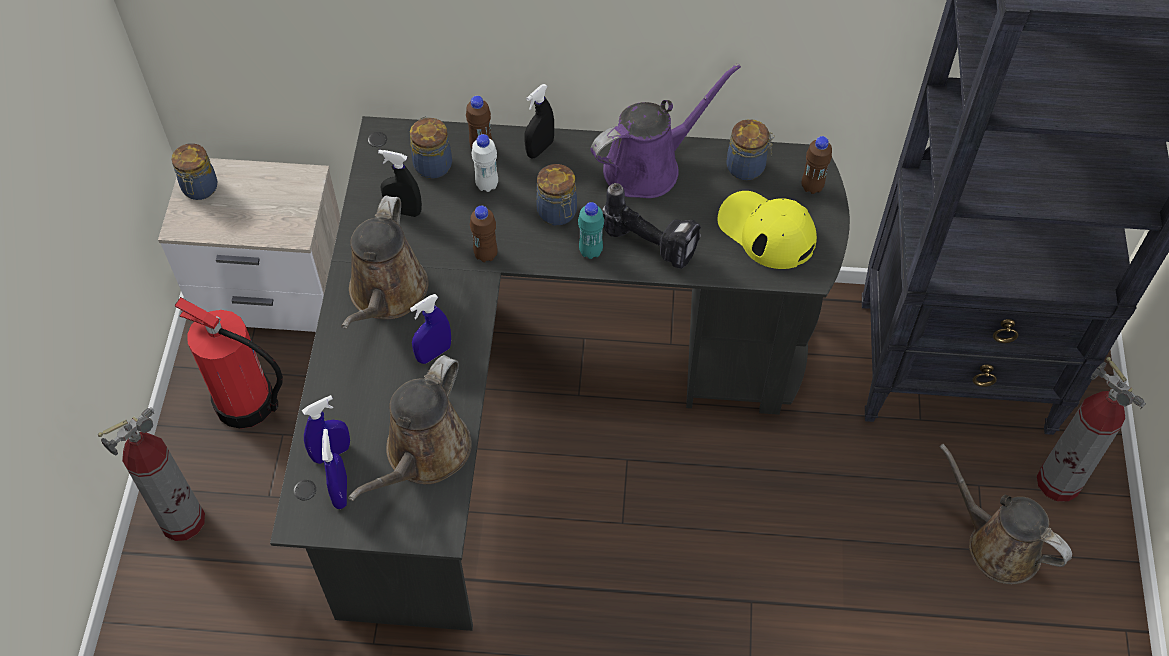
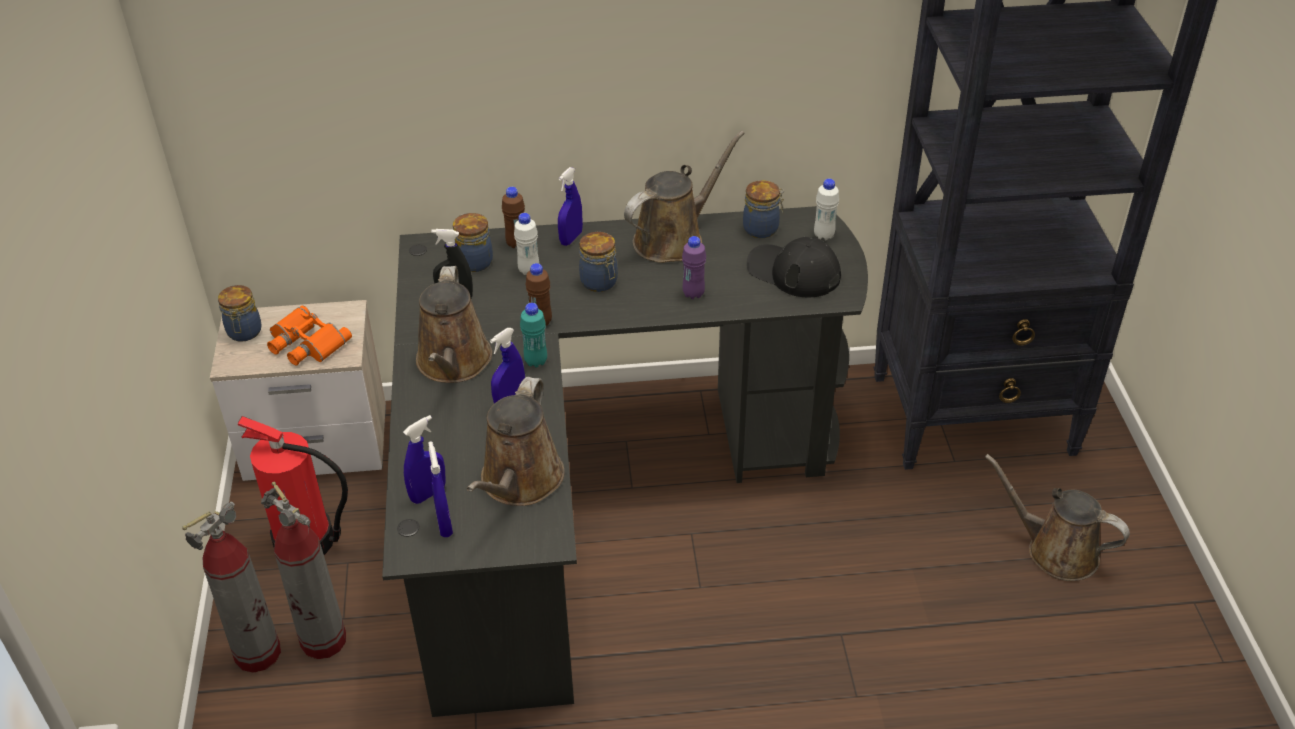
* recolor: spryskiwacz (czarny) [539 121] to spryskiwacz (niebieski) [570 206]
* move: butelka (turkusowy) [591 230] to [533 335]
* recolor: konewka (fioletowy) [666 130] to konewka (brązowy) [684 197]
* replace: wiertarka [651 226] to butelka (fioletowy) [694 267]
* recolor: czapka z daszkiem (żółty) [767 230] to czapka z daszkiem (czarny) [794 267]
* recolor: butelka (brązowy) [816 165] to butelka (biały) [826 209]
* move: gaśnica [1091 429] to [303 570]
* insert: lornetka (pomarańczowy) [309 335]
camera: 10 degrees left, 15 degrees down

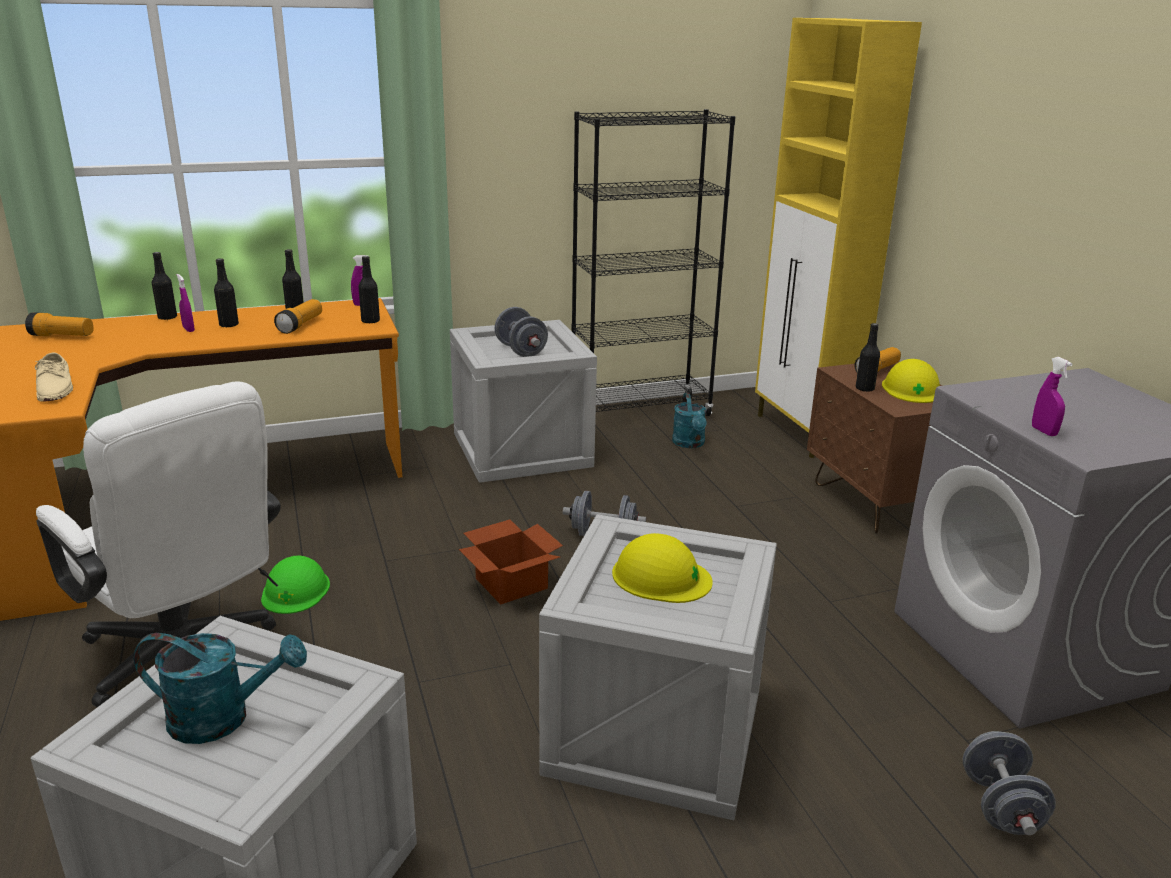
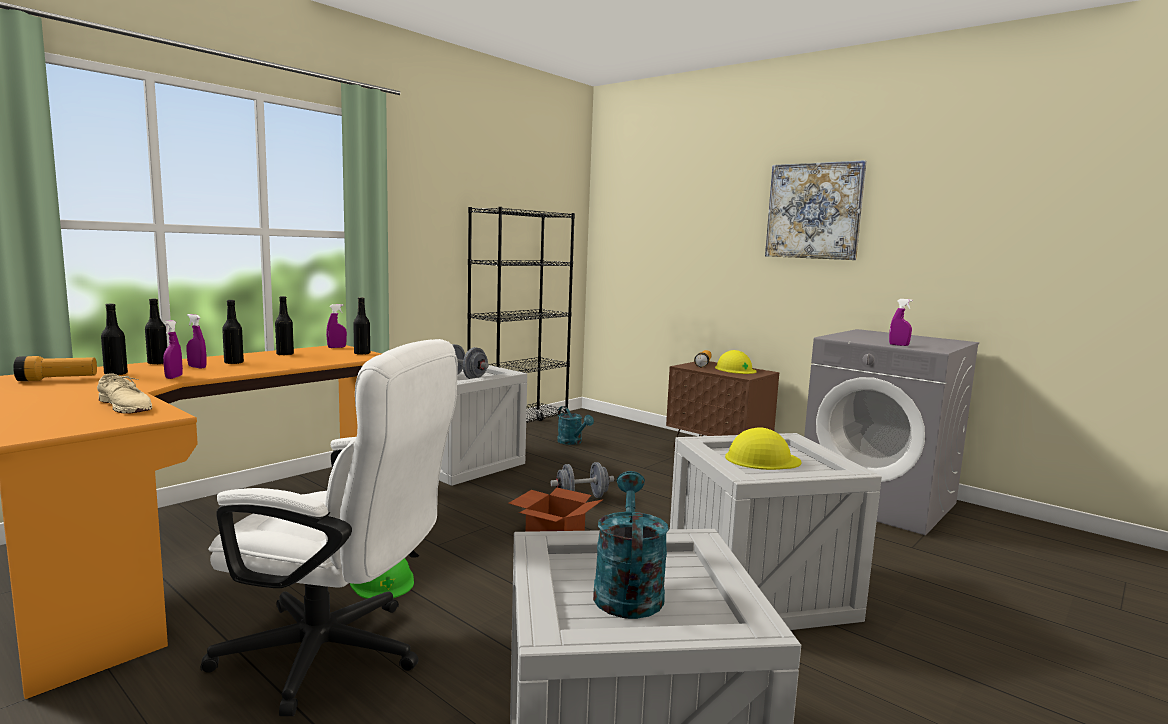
* rotate: konewka (turkusowy) [220 688] = [631 545] 60 degrees counterclockwise
* delete: latarka [298 316]
* delete: szafka (żółty) [838 238]
* move: butelka (czarny) [868 357] to [114 339]
* delete: hantel (szary) [1009 783]
* insert: spryskiwacz (fioletowy) [173 349]
* insert: obraz [816 210]
camera: 30 degrees left, 15 degrees down

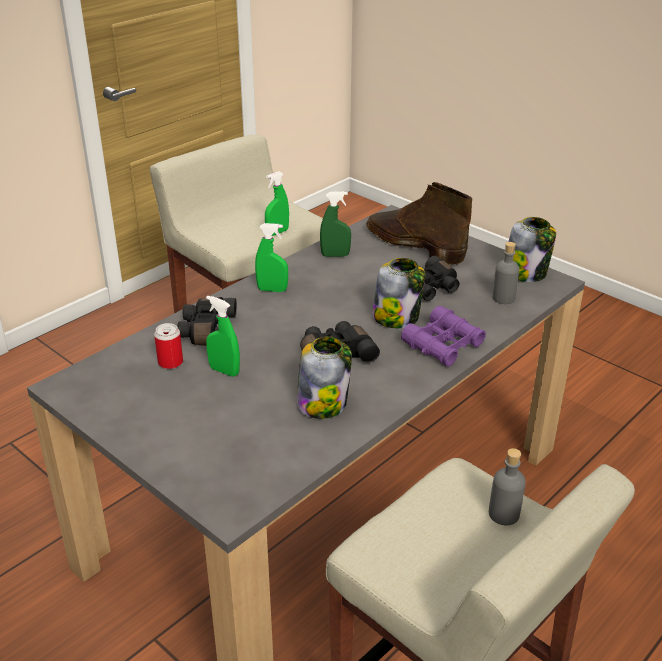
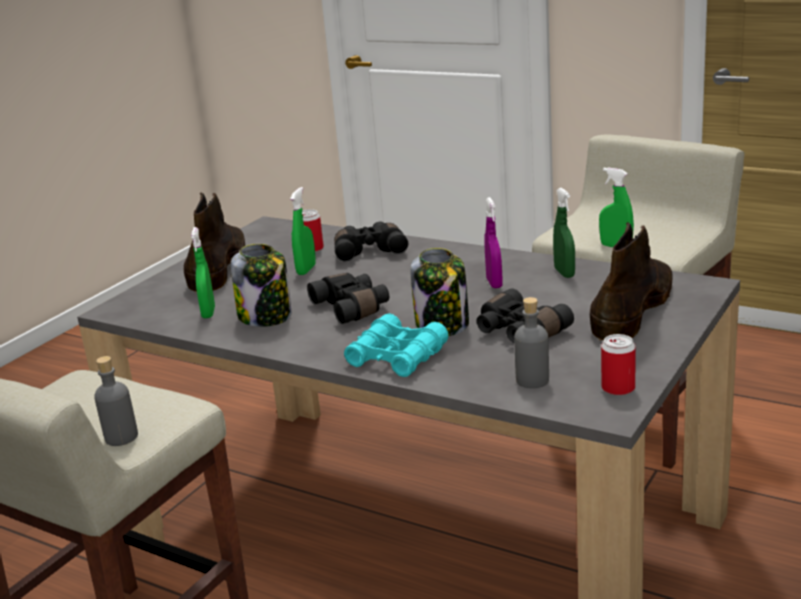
* move: spryskiwacz (zielony) [271 257] to [203 272]
* recolor: lornetka (fioletowy) [443 336] to lornetka (turkusowy) [396 345]
* replace: słoik [532 249] to puszka [618 365]
* insert: but z cholewką (brązowy) [214 243]
* insert: spryskiwacz (fioletowy) [494 242]
camera: 80 degrees right, 10 degrees down

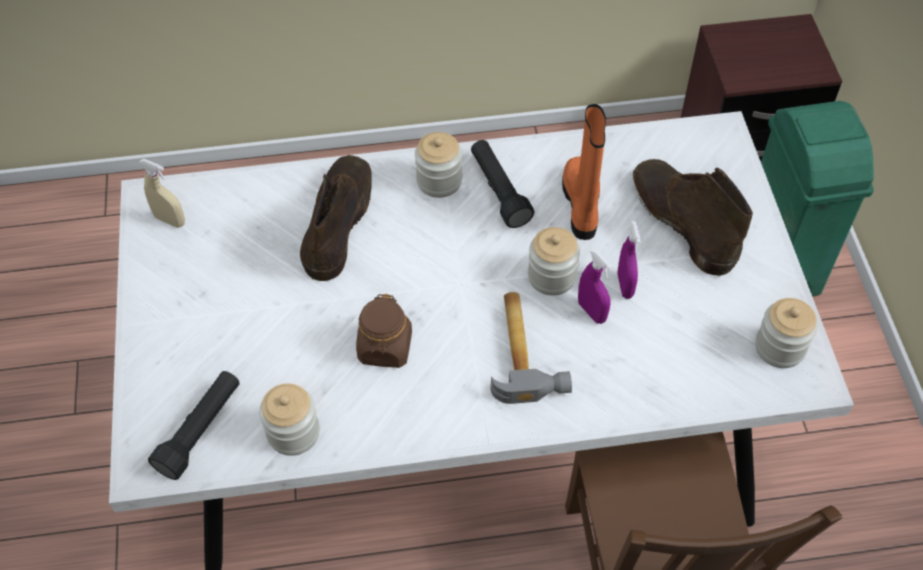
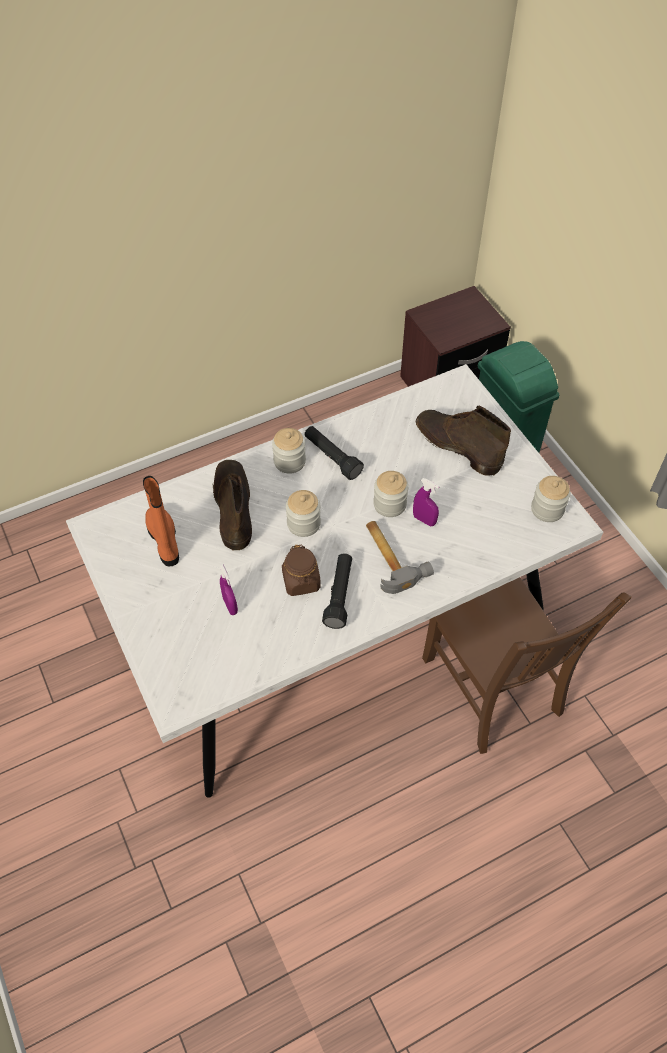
* delete: spryskiwacz (beżowy) [162 193]
* move: latarka (czarny) [193 425] to [337 591]
* move: słoik [289 419] to [303 513]
* move: but z cholewką (pomarańczowy) [584 172] to [161 521]
* move: spryskiwacz (fioletowy) [629 260] to [229 589]
camera: 20 degrees left, 0 degrees up

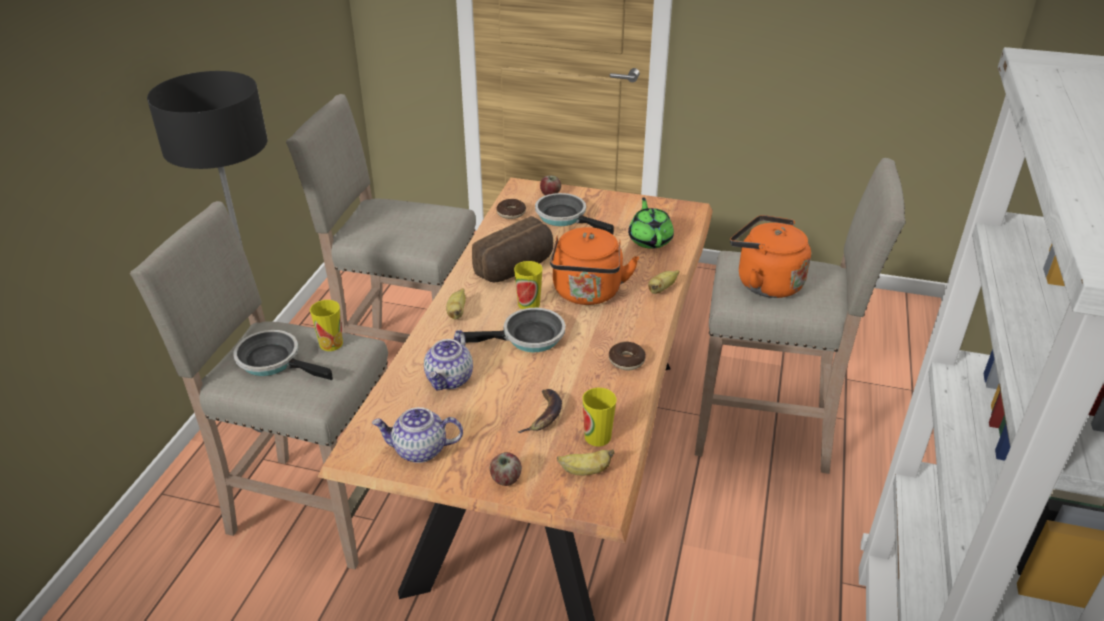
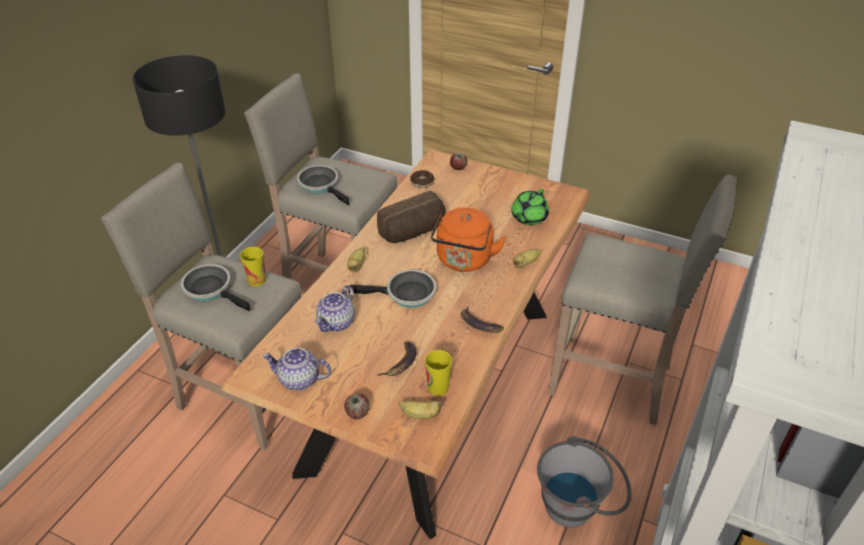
* delete: filiżanka [528 285]
* move: patelnia [574 214] to [323 185]
* replace: donut [627 356] to banan [482 320]
* rotate: imbryk (zielony) [651 223] = [530 206] 150 degrees counterclockwise
* delete: czajnik (pomarańczowy) [770 256]
* insert: wiadro (szary) [584 482]
camera: 10 degrees right, 5 degrees up

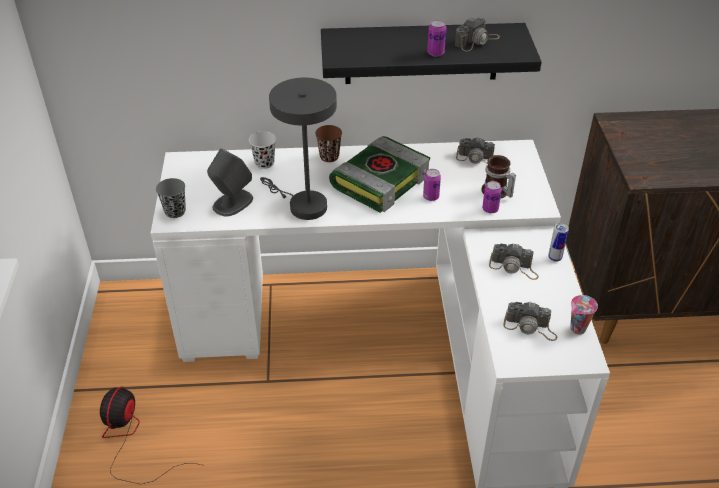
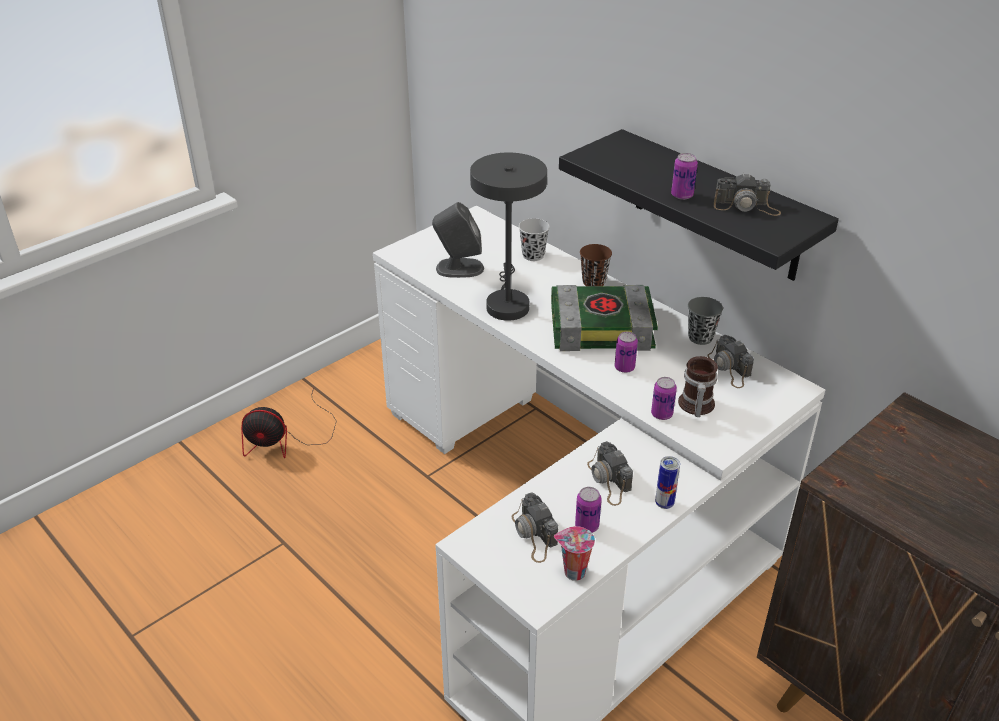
* rotate: wentylator [150 435] = [289 423] 150 degrees counterclockwise
* move: filiżanka (szary) [171 198] to [705 321]
* insert: puszka [588 510]
camera: 50 degrees right, 5 degrees down

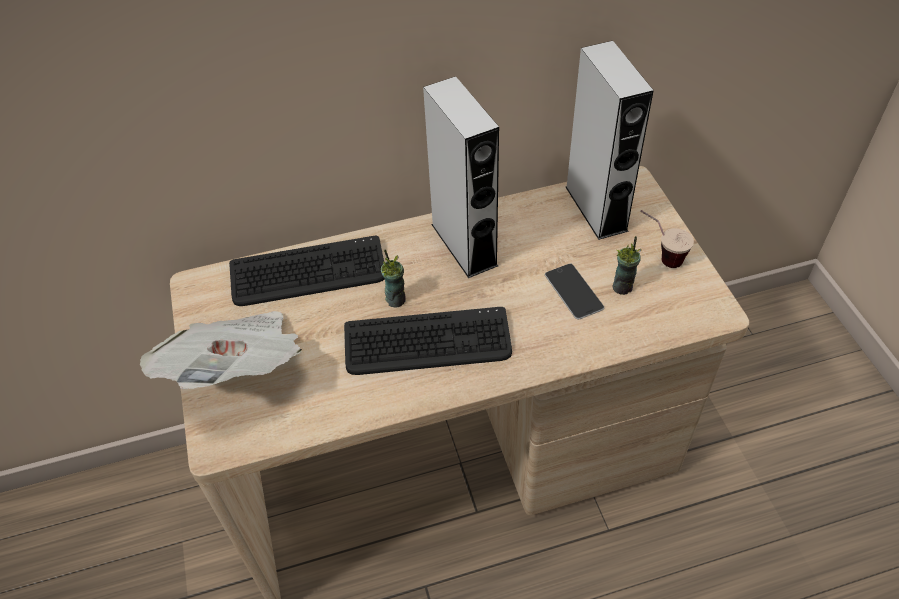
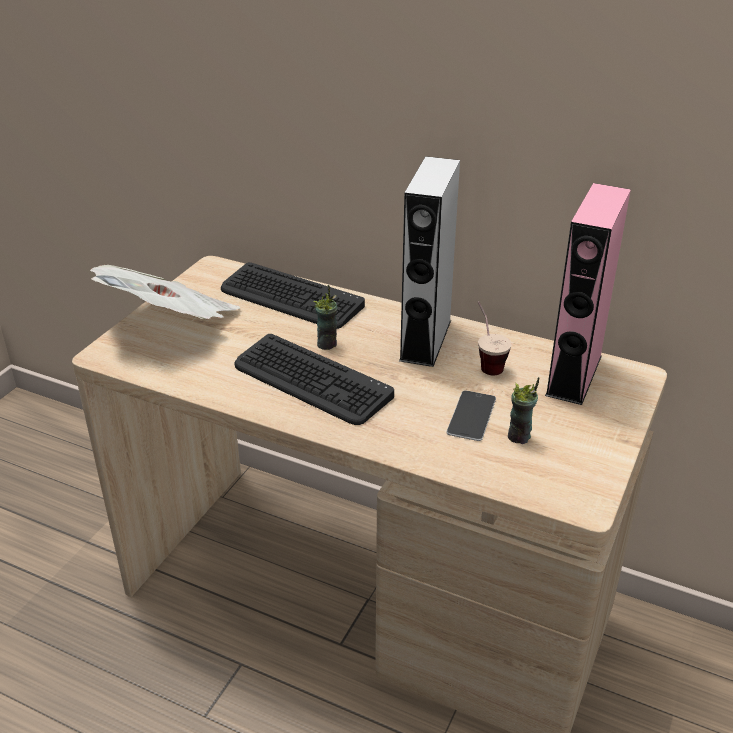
* recolor: głośnik (szary) [610 140] to głośnik (różowy) [588 294]
* move: filiżanka [667 239] to [495 338]
camera: 40 degrees right, 15 degrees down

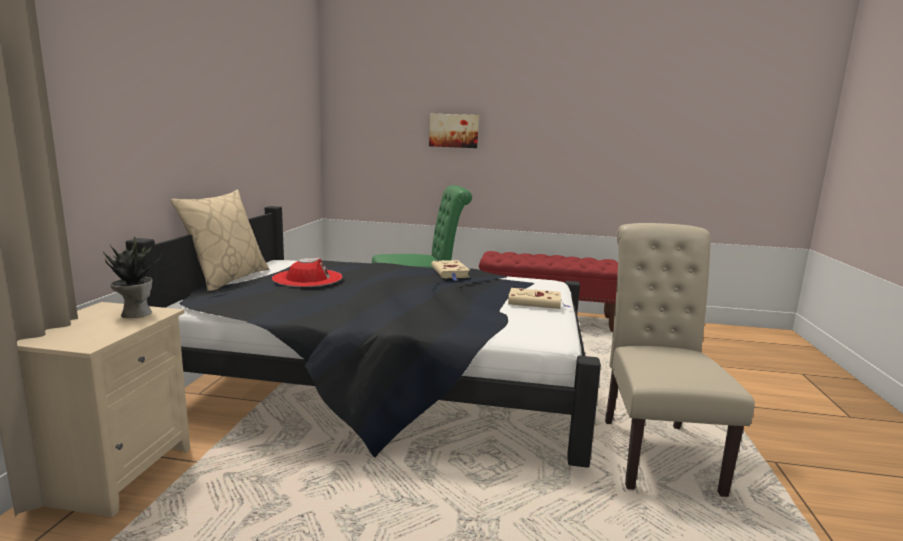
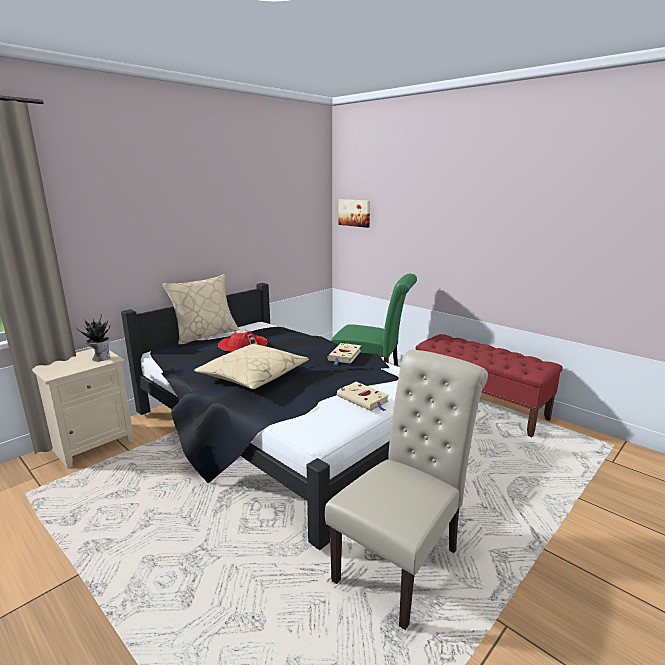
* move: obraz [454 130] to [354 213]
* insert: poduszka (beżowy) [251 366]
camera: 35 degrees right, 5 degrees up

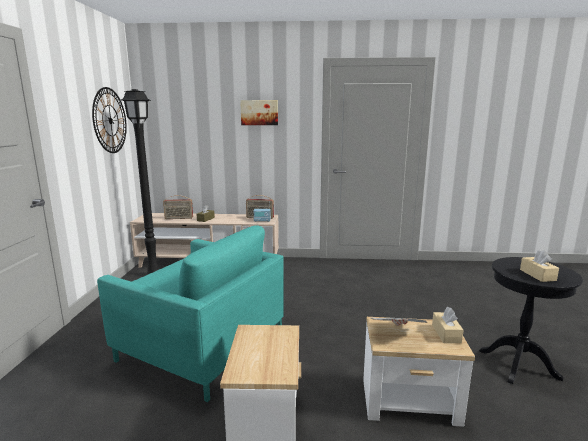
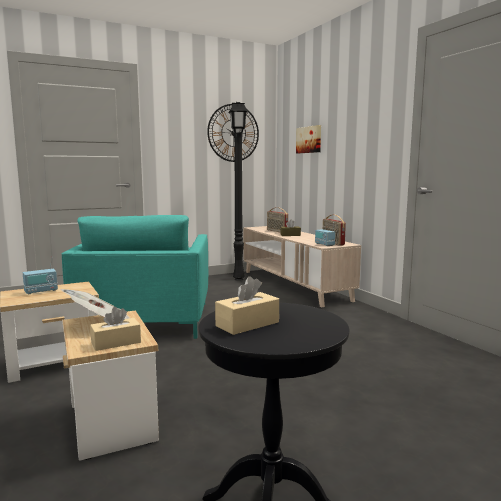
* move: obraz [259 112] to [308 139]
* insert: radio [40 275]
camera: 60 degrees right, 5 degrees down

